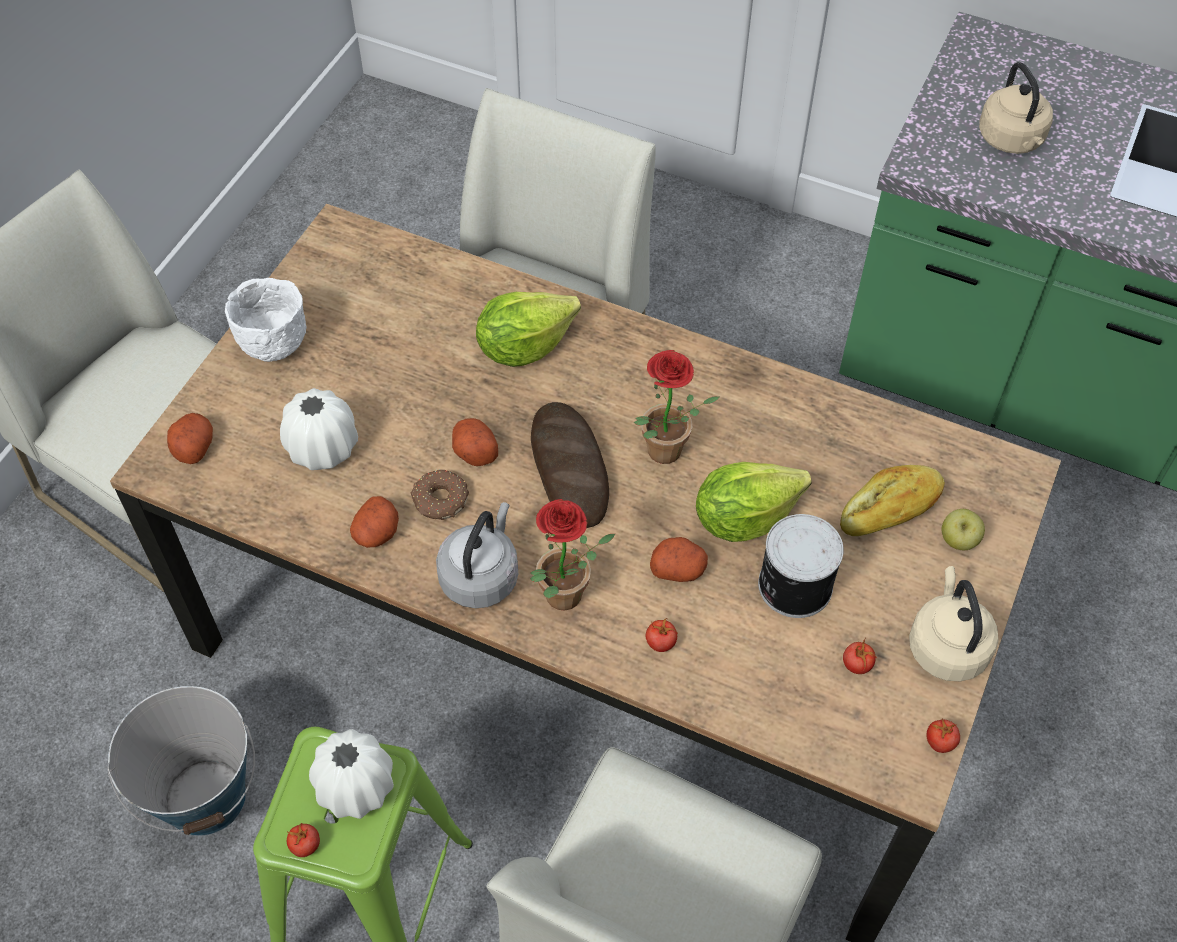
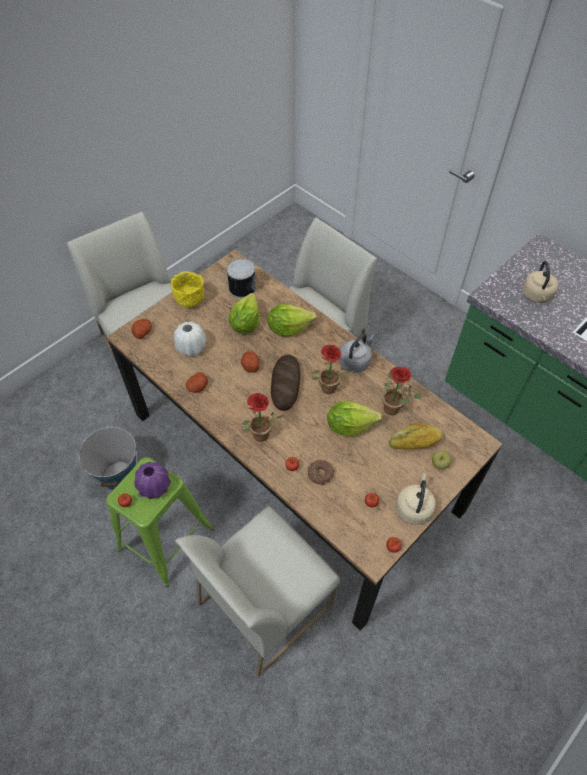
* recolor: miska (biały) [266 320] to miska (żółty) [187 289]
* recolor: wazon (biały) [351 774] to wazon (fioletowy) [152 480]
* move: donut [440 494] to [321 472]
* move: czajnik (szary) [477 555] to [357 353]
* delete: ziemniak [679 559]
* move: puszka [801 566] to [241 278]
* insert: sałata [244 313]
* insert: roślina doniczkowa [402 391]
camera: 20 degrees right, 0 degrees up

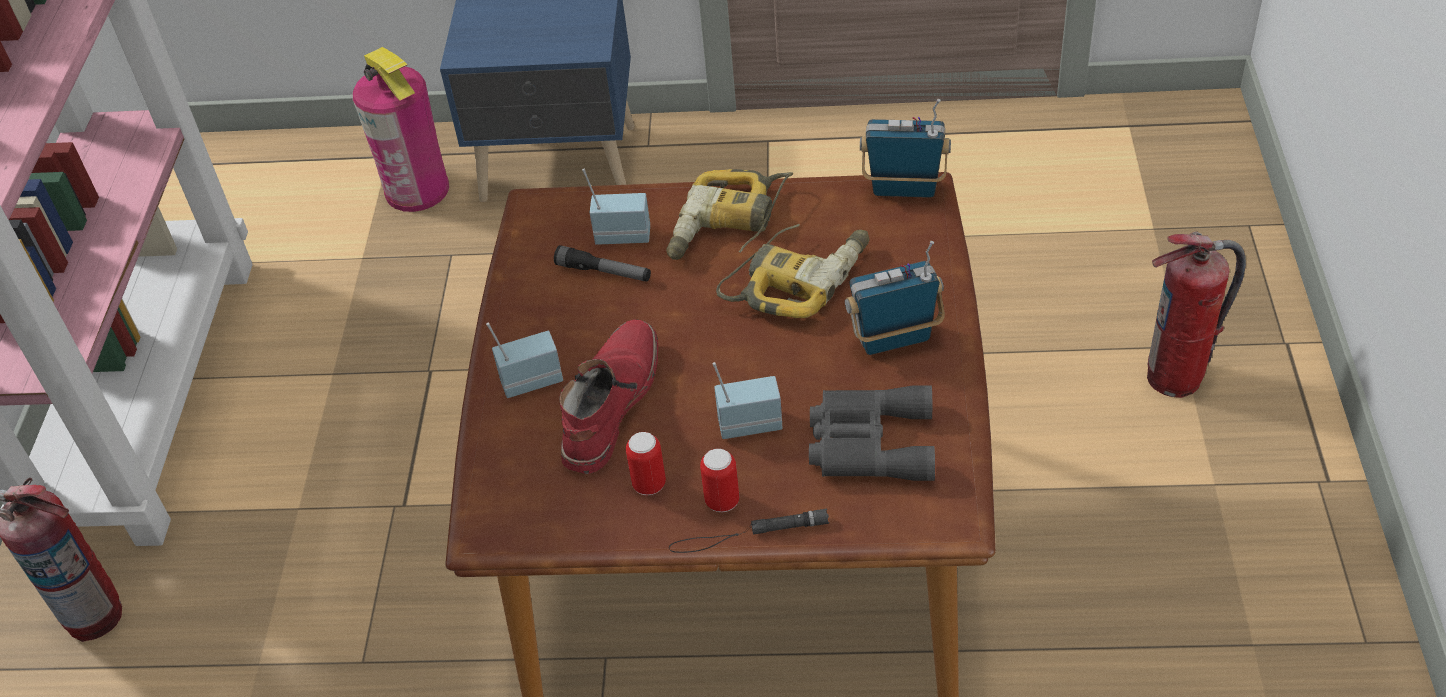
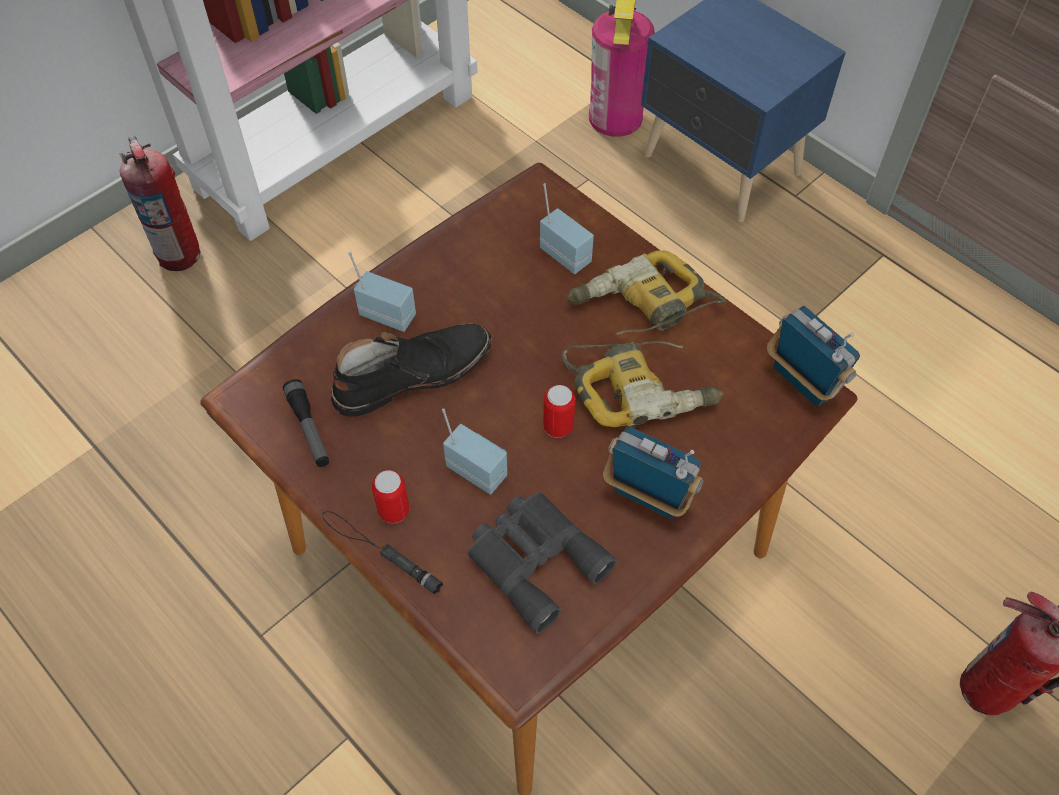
* move: latarka [602 263] to [306 423]
* recolor: but z cholewką (czerwony) [608 397] to but z cholewką (czarny) [411 370]
* move: puszka [646 463] to [559 411]
camera: 40 degrees right, 10 degrees up

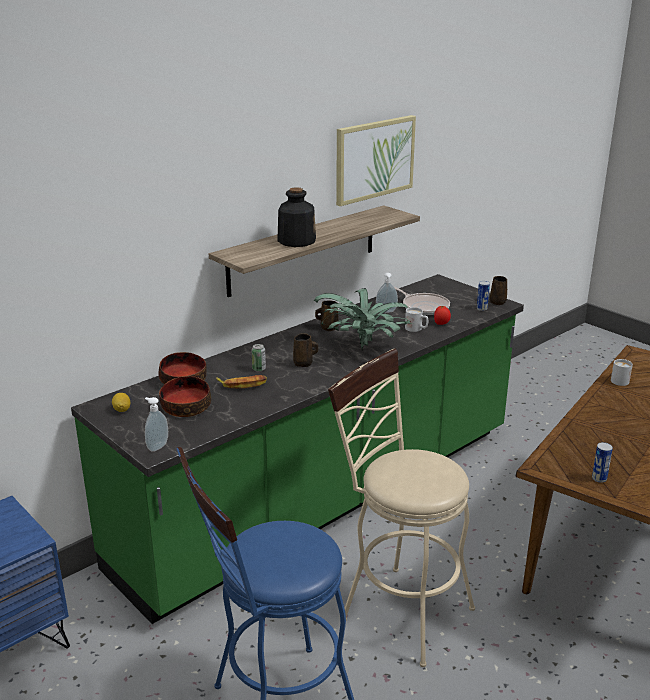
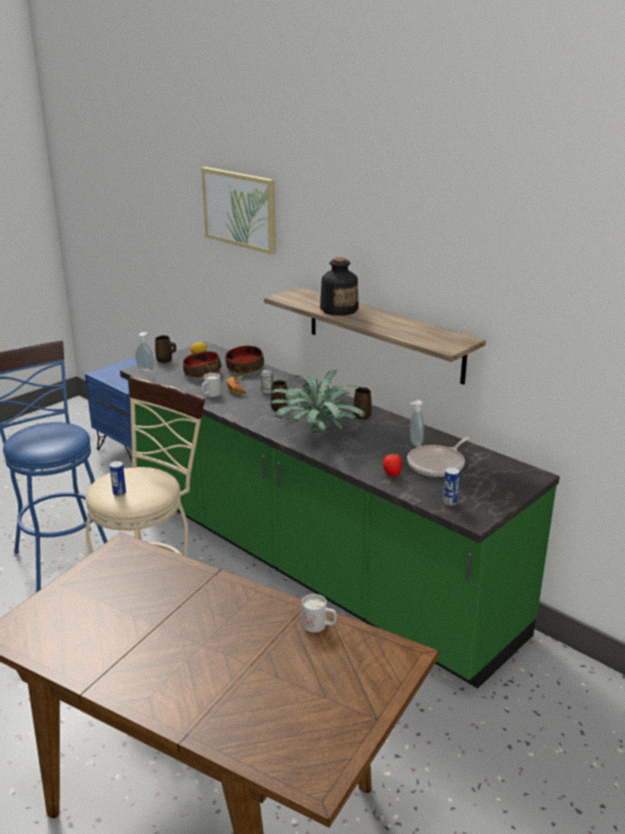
* move: obraz [376 160] to [238 211]
* move: kubek (biały) [416 319] to [211 385]
* move: kubek (brązowy) [498 290] to [165 349]
* move: puszka [602 462] to [118 479]
camera: 85 degrees right, 0 degrees up

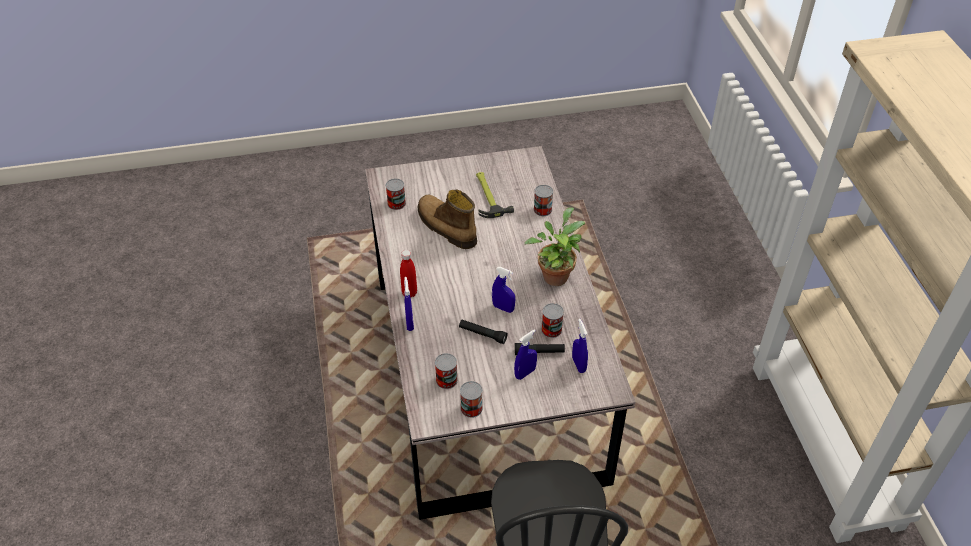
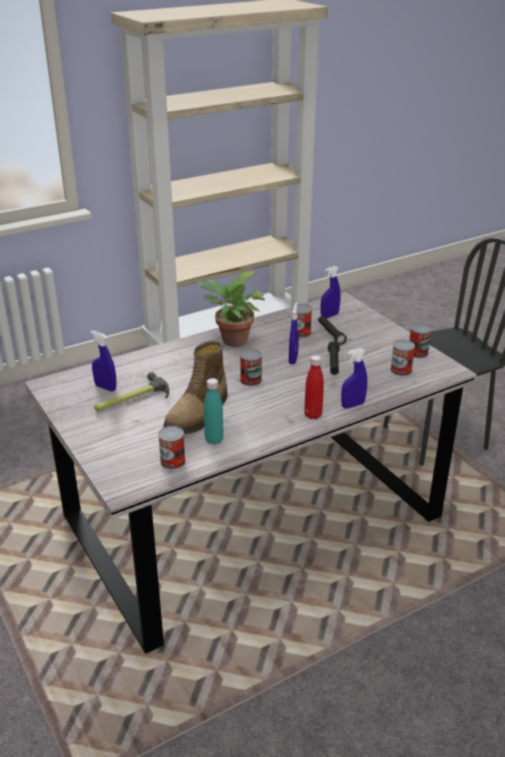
* move: spryskiwacz (niebieski) [525 354] to [103 361]
* move: puszka [543 200] to [251 367]
* insert: butelka (turkusowy) [214 411]
camera: 110 degrees left, 15 degrees down

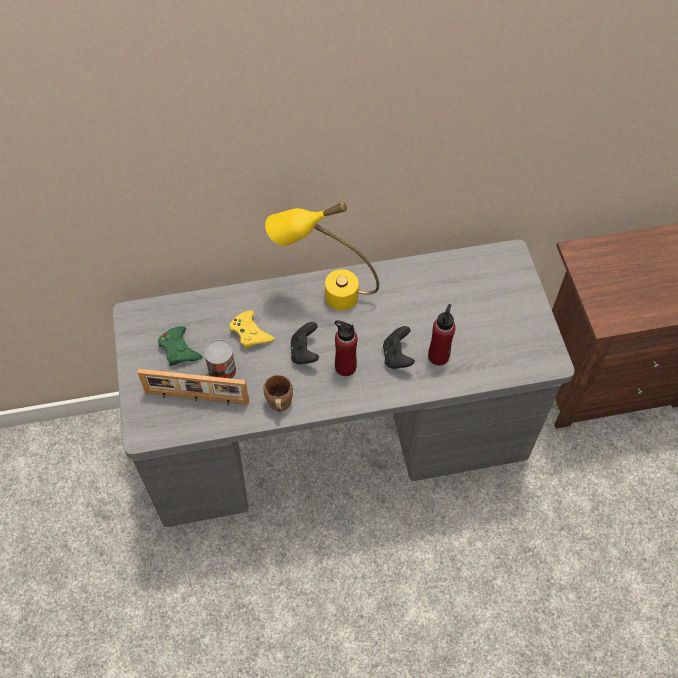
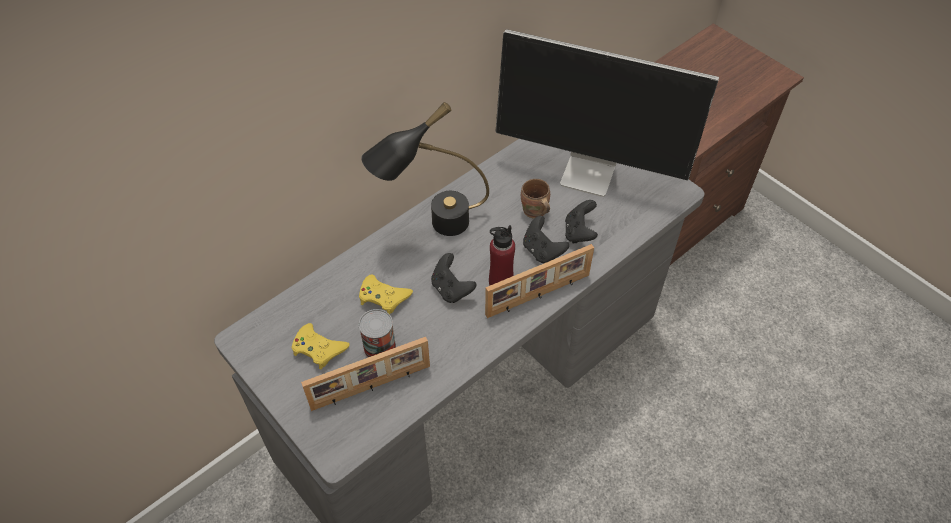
* recolor: pad do gier (zielony) [180 346] to pad do gier (żółty) [320 346]
* move: kubek (brązowy) [278 393] to [535 198]
* recolor: lampa stołowa (żółty) [322 256] to lampa stołowa (czarny) [425 169]
* replace: butelka (czerwony) [442 334] to pad do gier (czarny) [581 222]
* insert: ramka na zdjęcie [539 281]
* insert: monitor [607 113]
camera: 30 degrees left, 5 degrees down

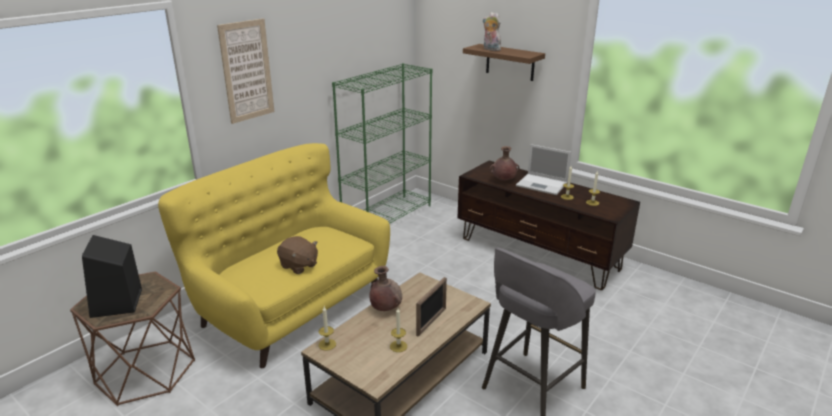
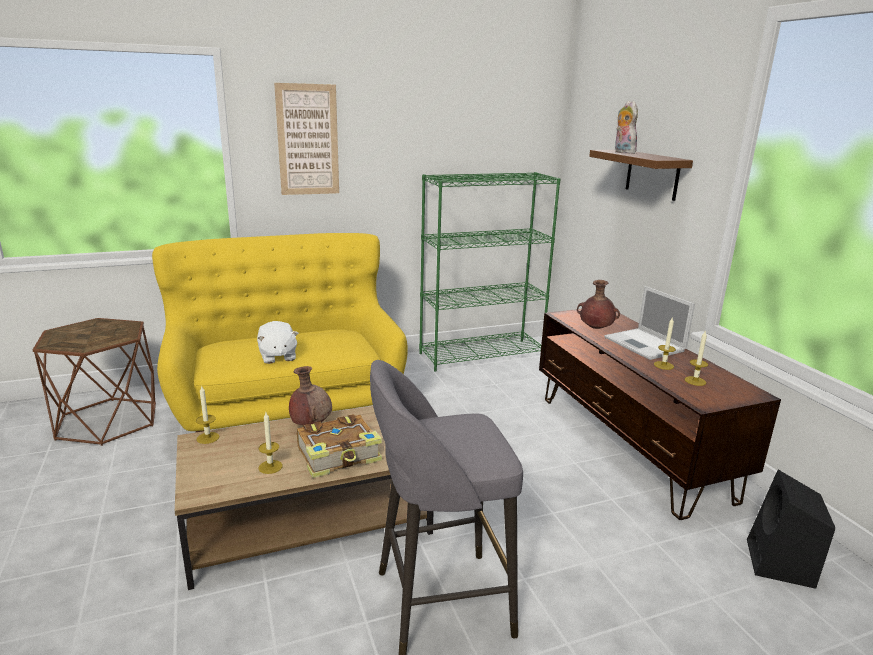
* move: głośnik (czarny) [112 276] to [791 529]
* recolor: pluszak (brązowy) [297 255] to pluszak (biały) [278 342]
* replace: ramka na zdjęcie [431 306] to książka [339 446]
camera: 30 degrees right, 5 degrees down

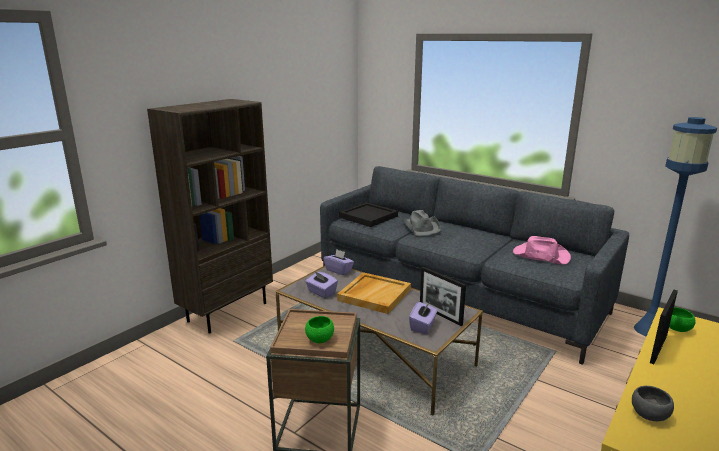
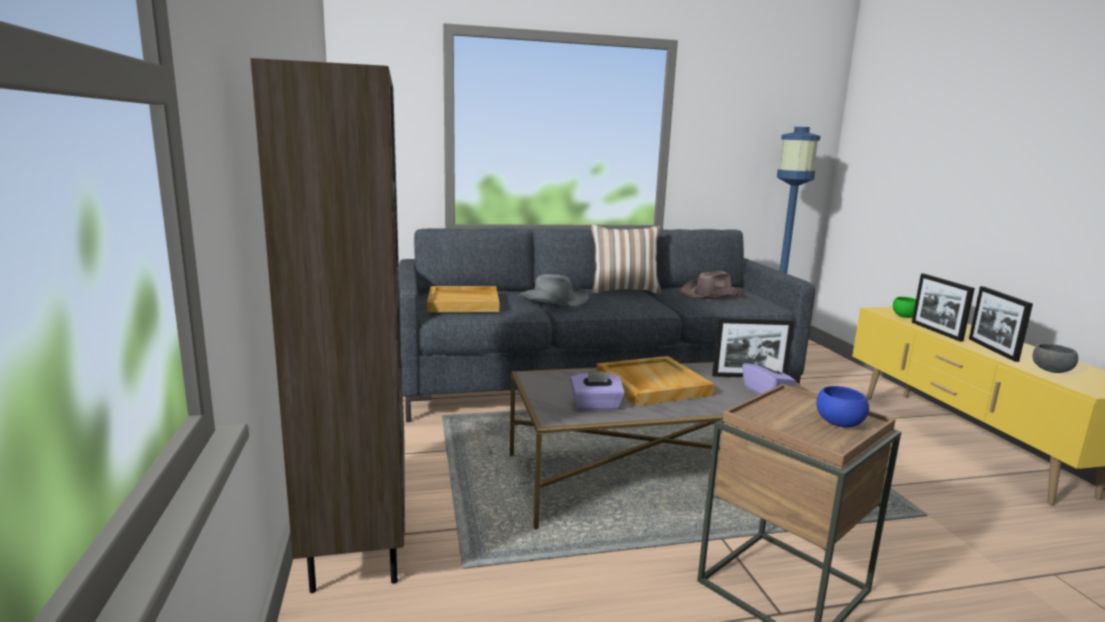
* recolor: miska (zielony) [319 329] to miska (niebieski) [842 407]
* delete: pudełko chusteczek (fioletowy) [338 262]
* recolor: taca (czarny) [368 214] to taca (beżowy) [463 299]
* recolor: kapelusz (różowy) [542 250] to kapelusz (brązowy) [713 285]
* insert: poduszka [626 259]
* insert: ramka na zdjęcie [1001 324]
camera: 50 degrees left, 5 degrees down

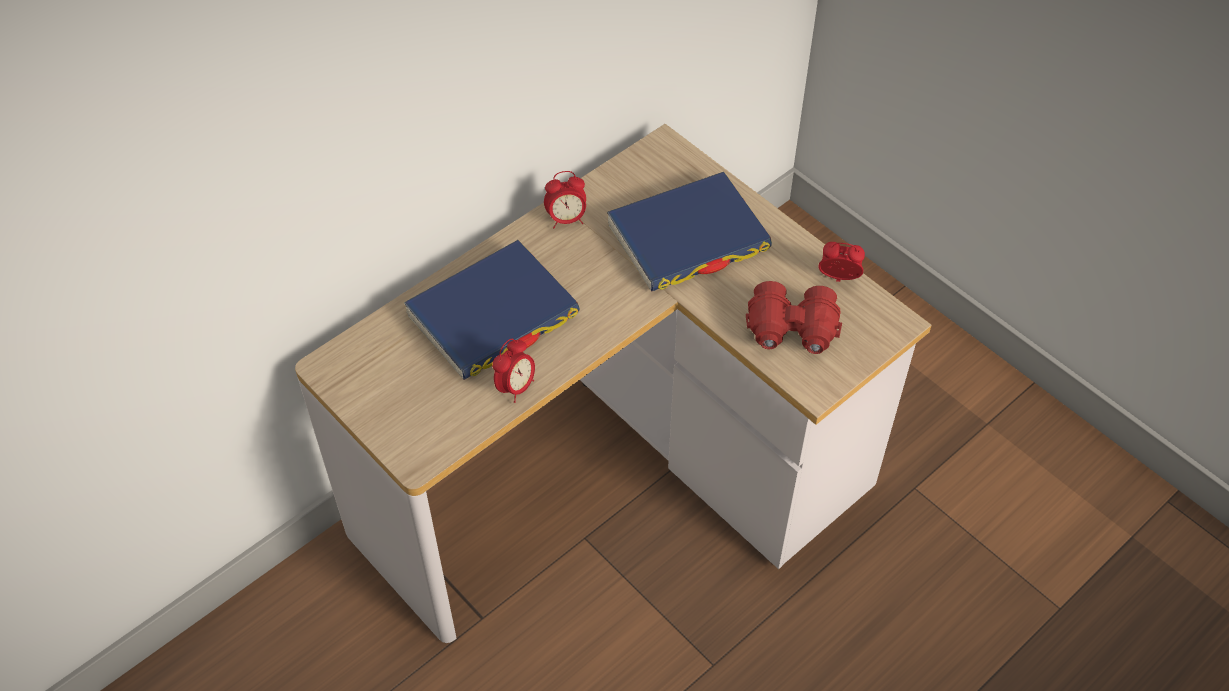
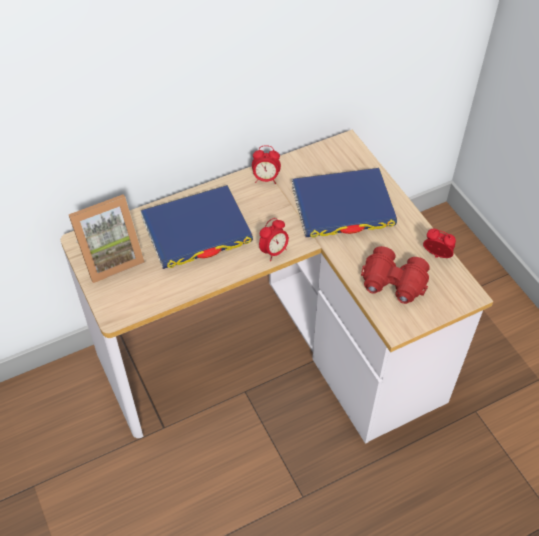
* move: budzik [513 371] to [274 239]
* insert: ramka na zdjęcie [107 238]
camera: 15 degrees right, 0 degrees up

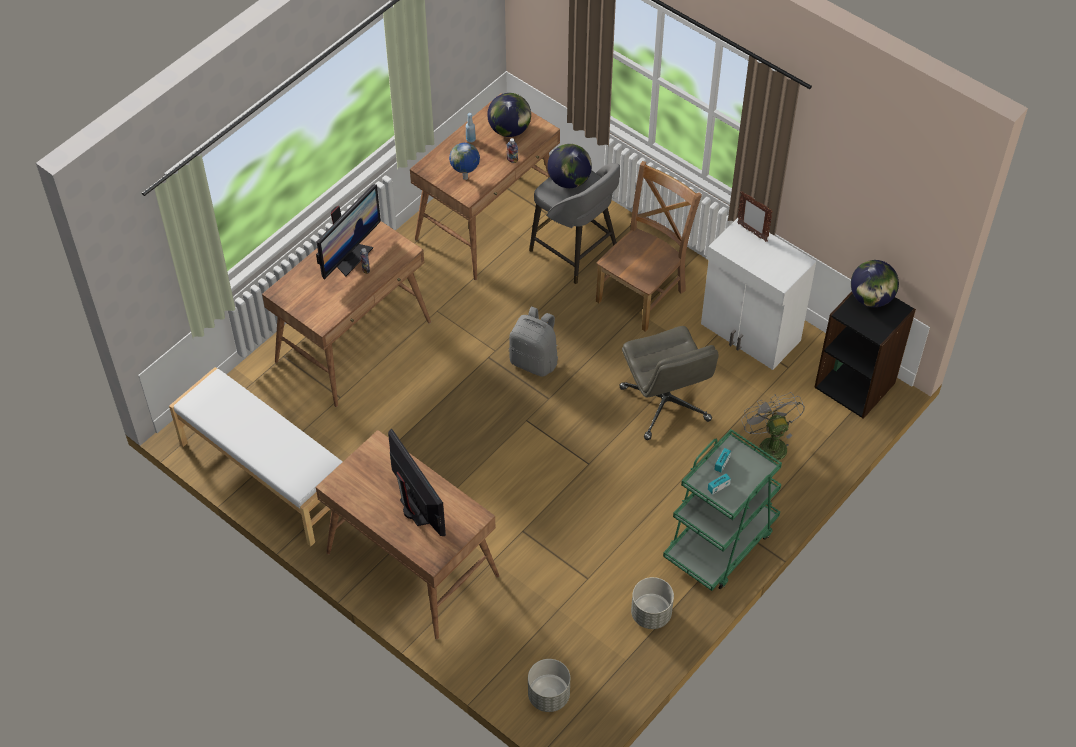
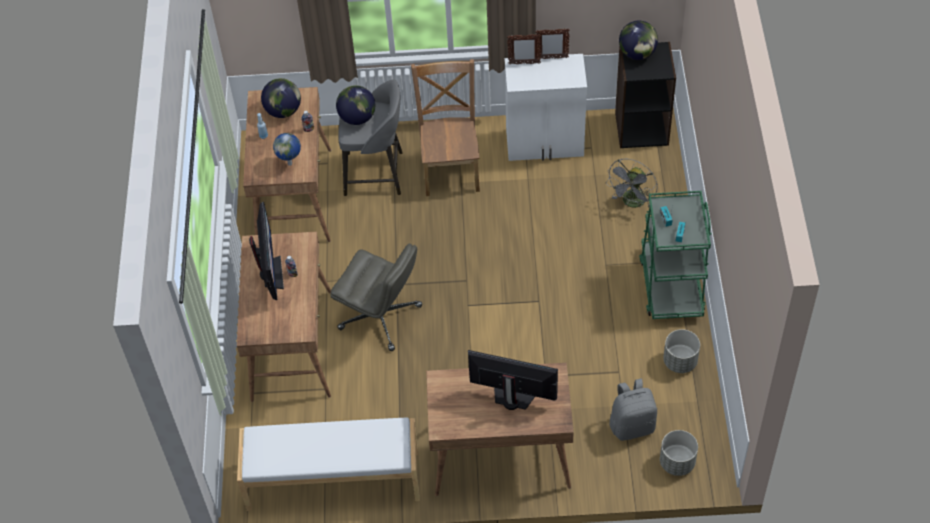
* move: plecak (szary) [533 341] to [633 410]
* move: krzesło biurowe (szary) [669 383] to [376 297]
* rotate: wentylator (szary) [773 426] = [632 183] 90 degrees counterclockwise
* insert: ramka na zdjęcie [552 44]
camera: 40 degrees left, 0 degrees up

